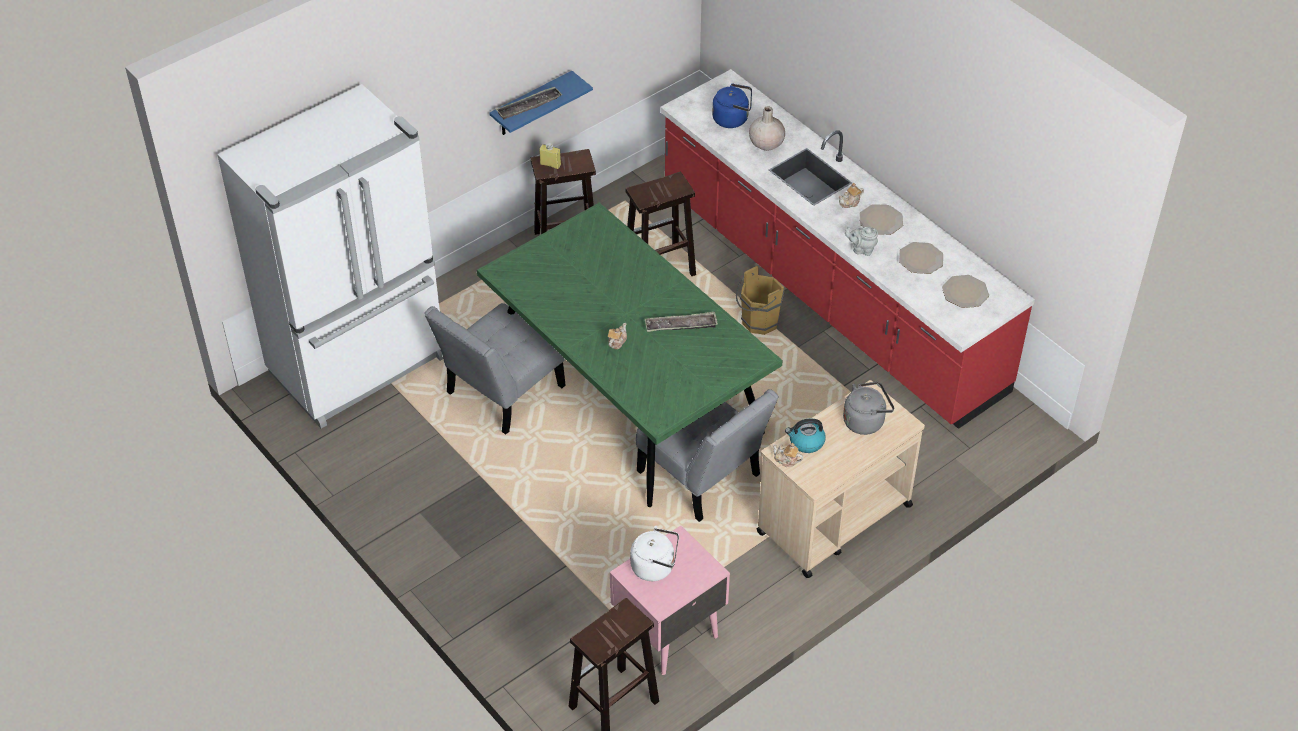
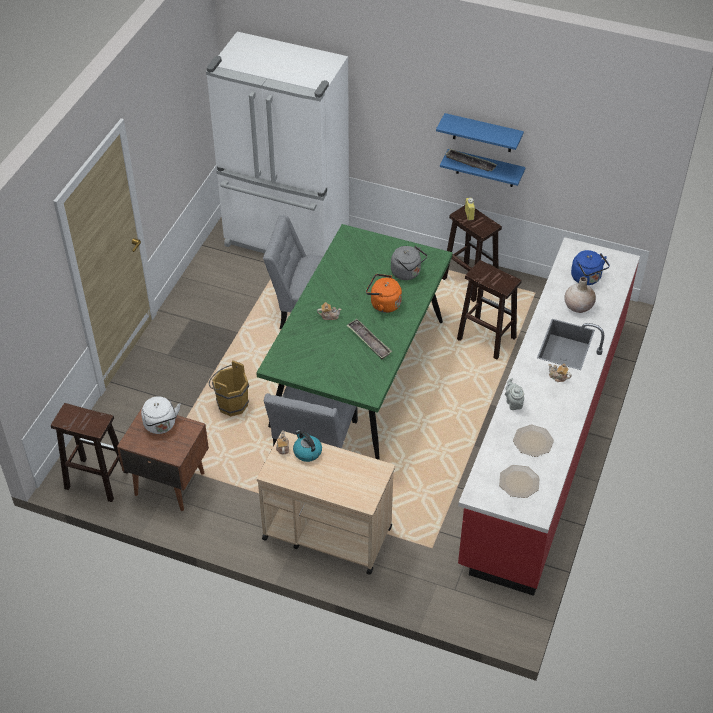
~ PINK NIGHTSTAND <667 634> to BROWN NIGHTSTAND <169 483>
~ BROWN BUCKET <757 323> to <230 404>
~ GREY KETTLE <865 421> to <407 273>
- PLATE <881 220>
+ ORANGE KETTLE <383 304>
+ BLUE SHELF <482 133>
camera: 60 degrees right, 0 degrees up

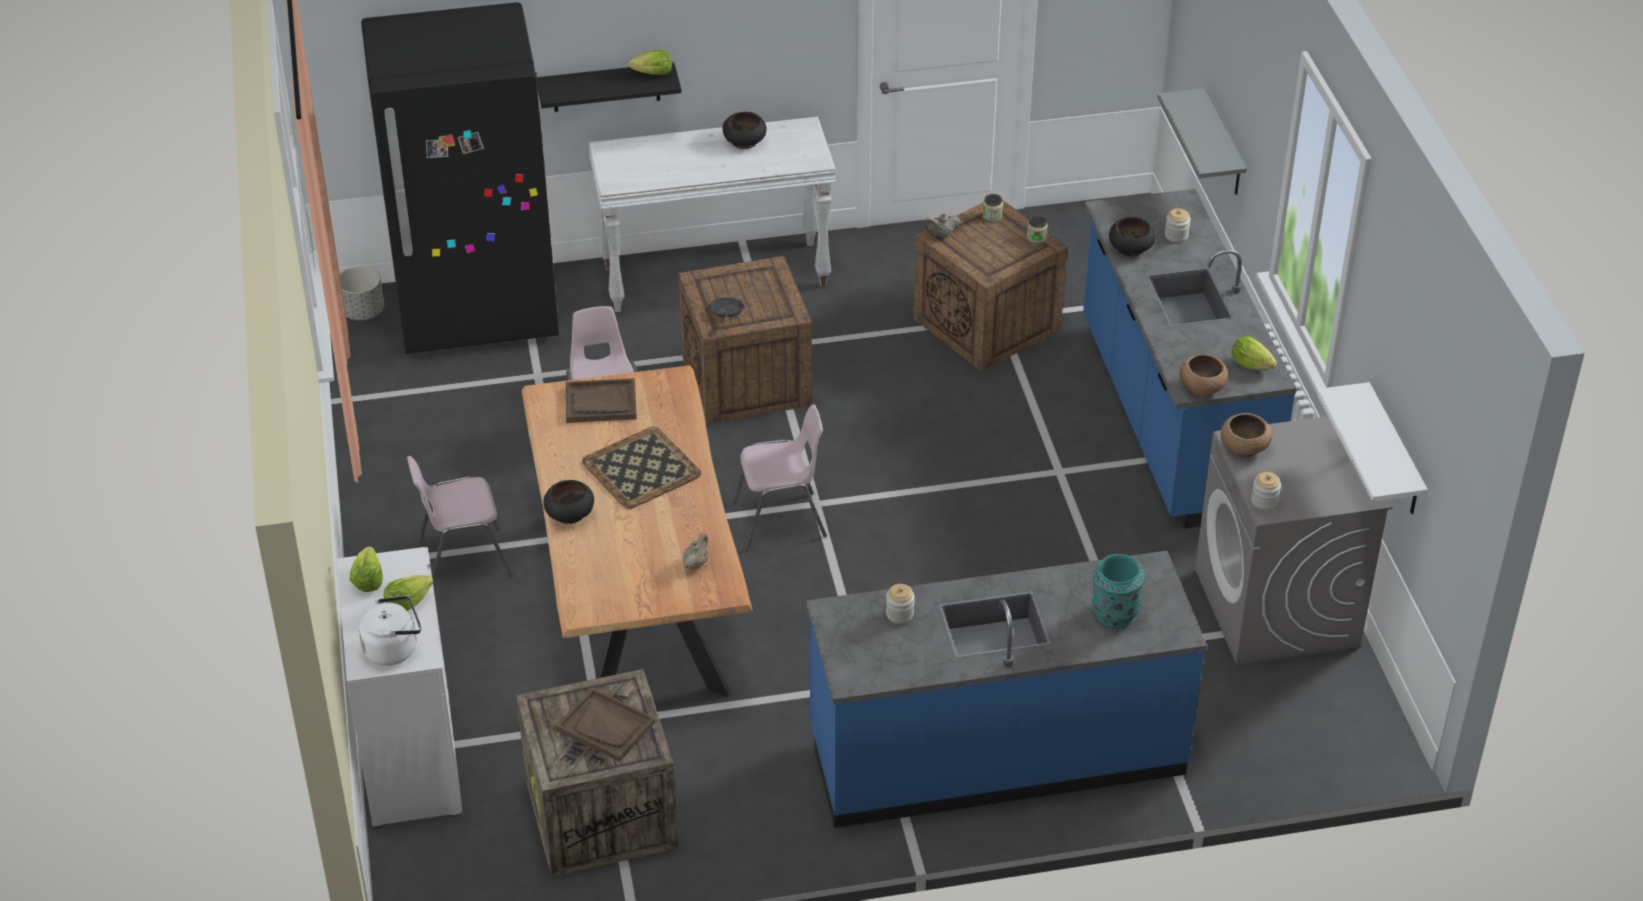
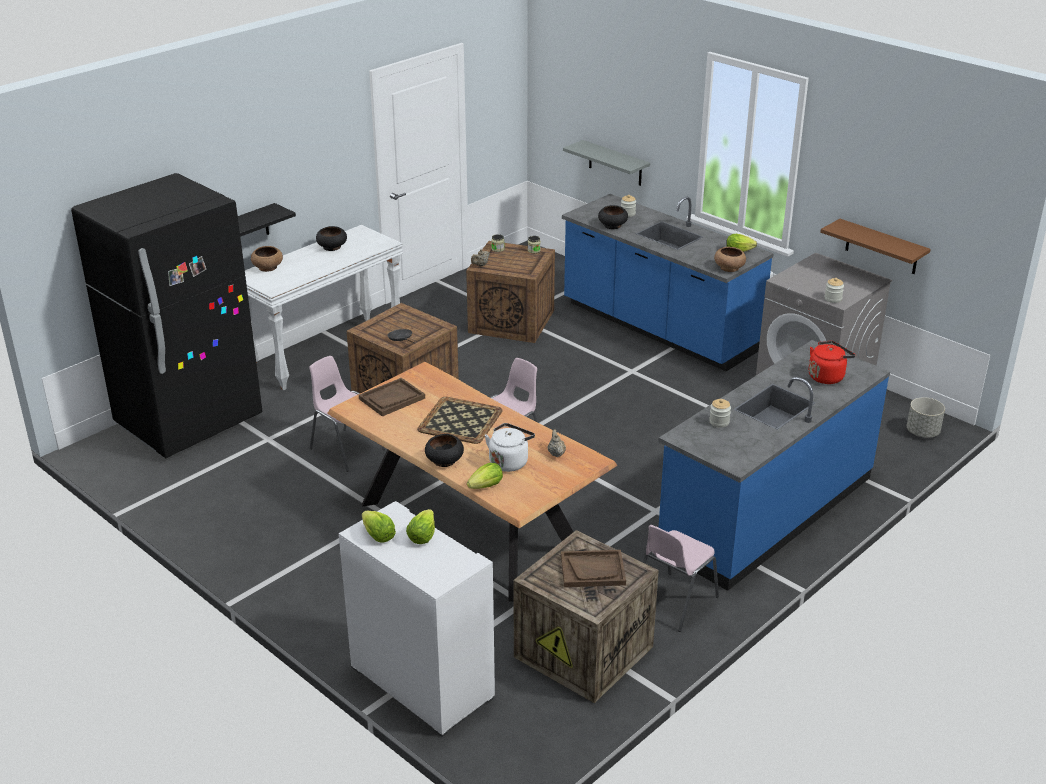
~ GREY PLANTER <363 312> to <923 432>
~ WHITE KETTLE <394 649> to <509 462>
~ PINK CHAIR <463 559> to <674 602>
~ LETTUCE <653 74> to <486 486>
~ TURQUOISE VASE <1114 614> to RED KETTLE <827 376>
~ BROWN BOWL <1244 448> to <268 267>
~ WHITE SHELF <1394 453> to BROWN SHELF <881 247>
camera: 35 degrees left, 10 degrees down

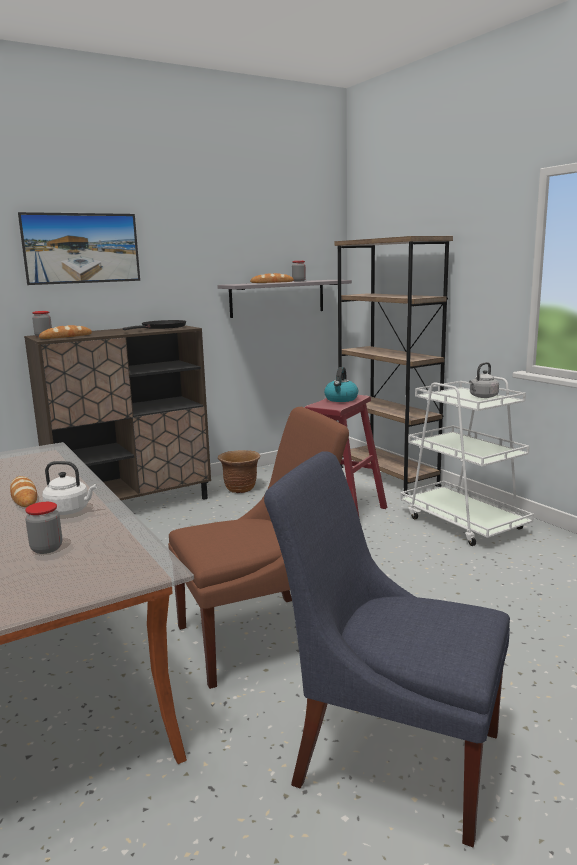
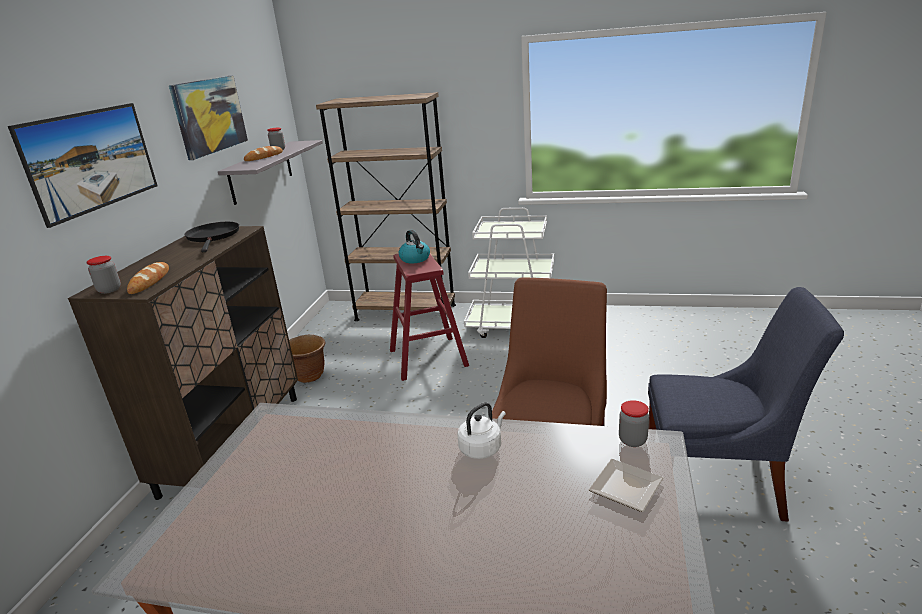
- BREAD <24 496>
~ JAR <46 548> to <632 440>
~ BLUE CHAIR <389 753> = <719 482> 150 degrees counterclockwise
- GREY KETTLE <482 397>
+ PICTURE <209 115>
+ PLATE <627 489>
camera: 45 degrees left, 10 degrees up

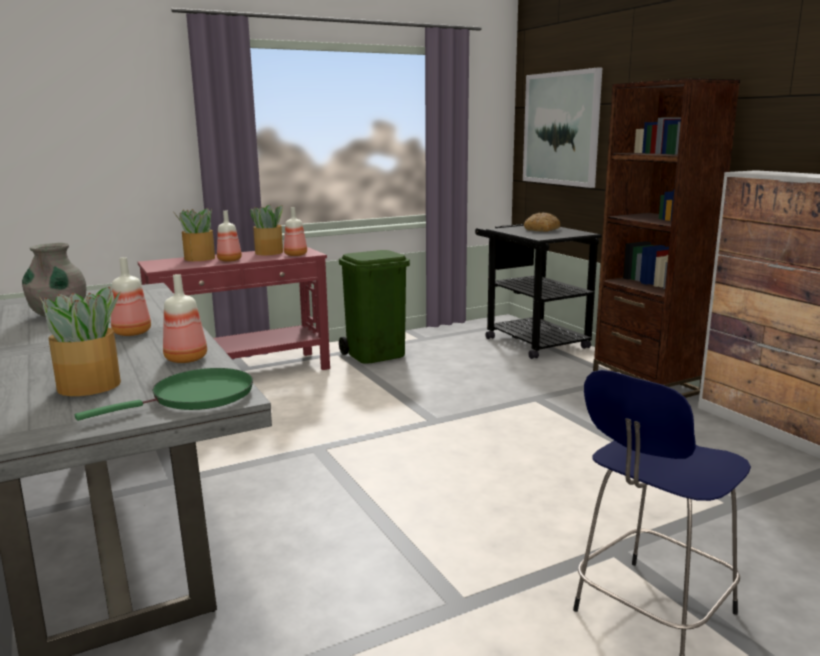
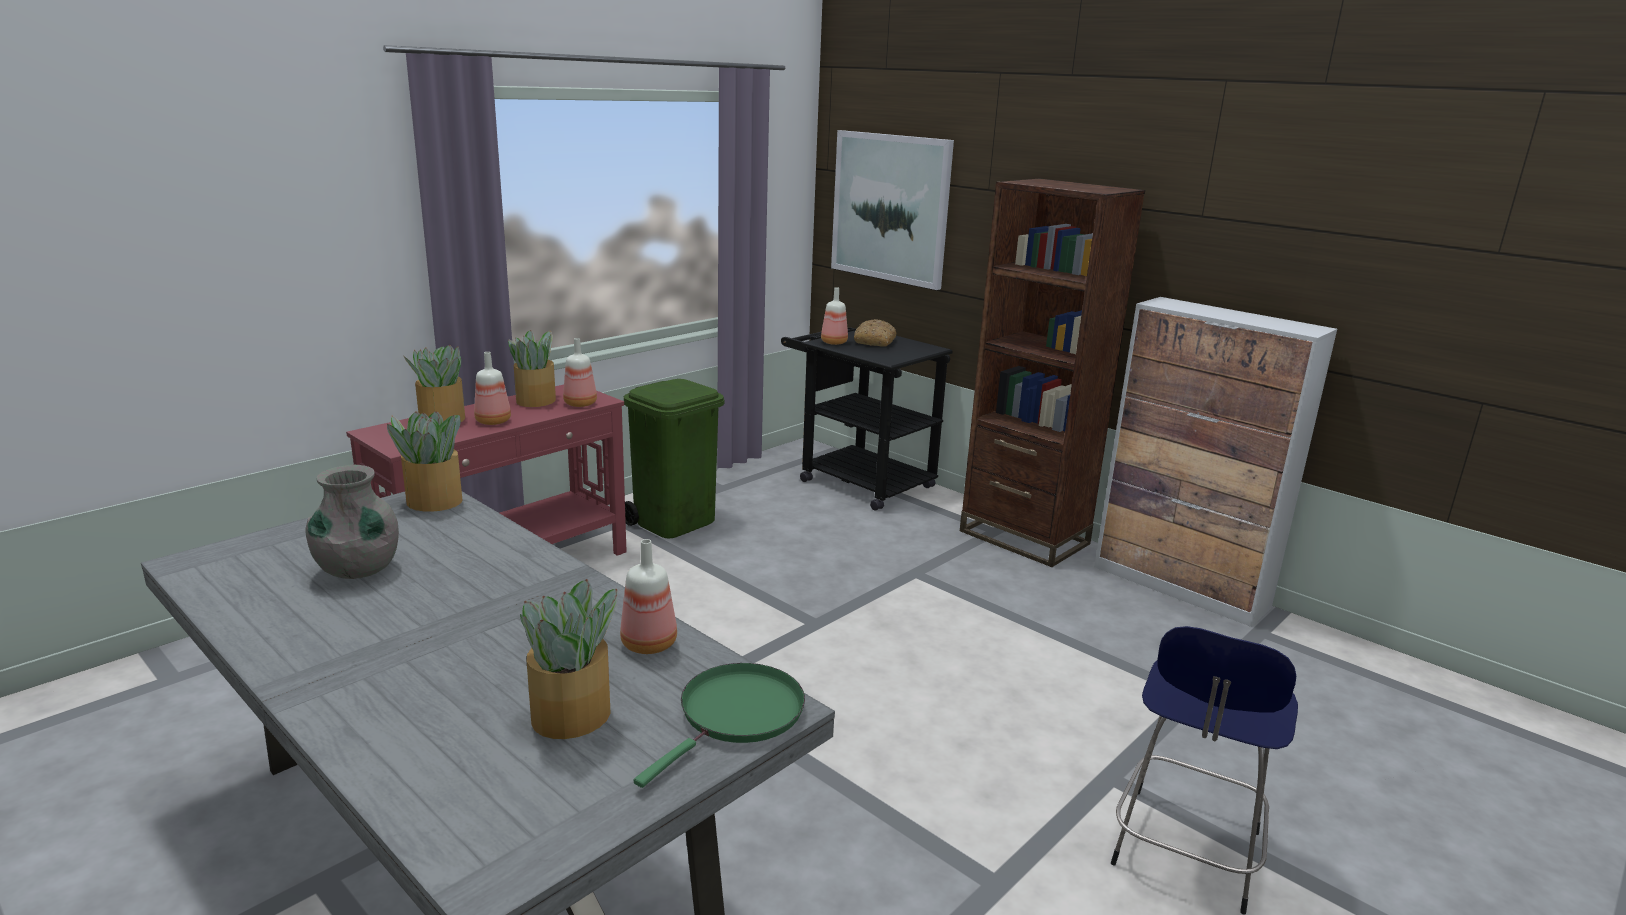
~ BOTTLE <132 333> to <834 343>
+ POTTED PLANT <433 501>
camera: 20 degrees left, 5 degrees up

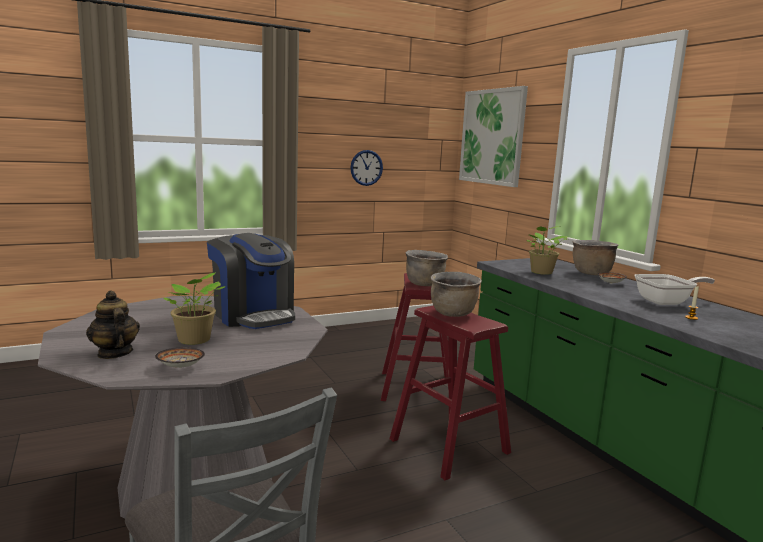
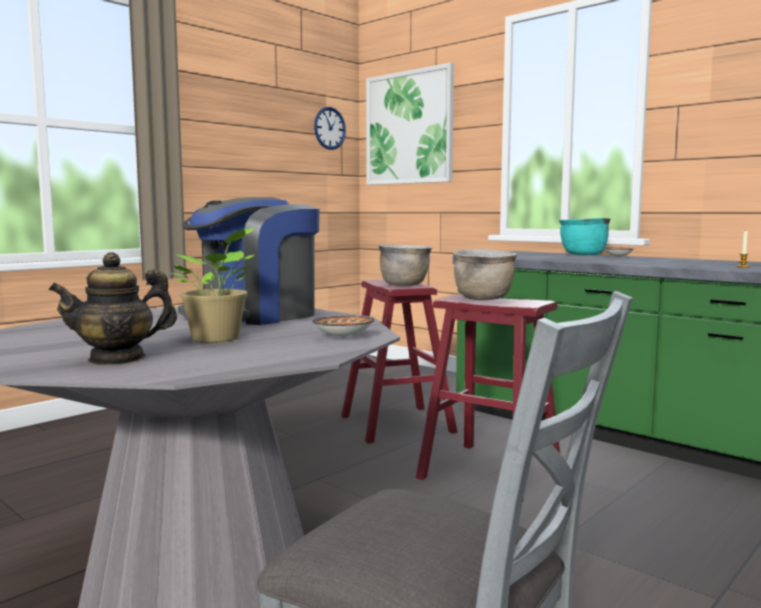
~ TEAPOT <114 353> = <117 359> 60 degrees counterclockwise
~ BOWL <179 366> to <342 337>
~ COFFEE MACHINE <253 315> = <254 316> 105 degrees clockwise
~ WALL CLOCK <366 167> to <329 128>
- POTTED PLANT <541 272>
~ BROWN COOKING POT <591 273> to TURQUOISE COOKING POT <583 255>
- FRYING PAN <667 302>
camera: 20 degrees left, 5 degrees down

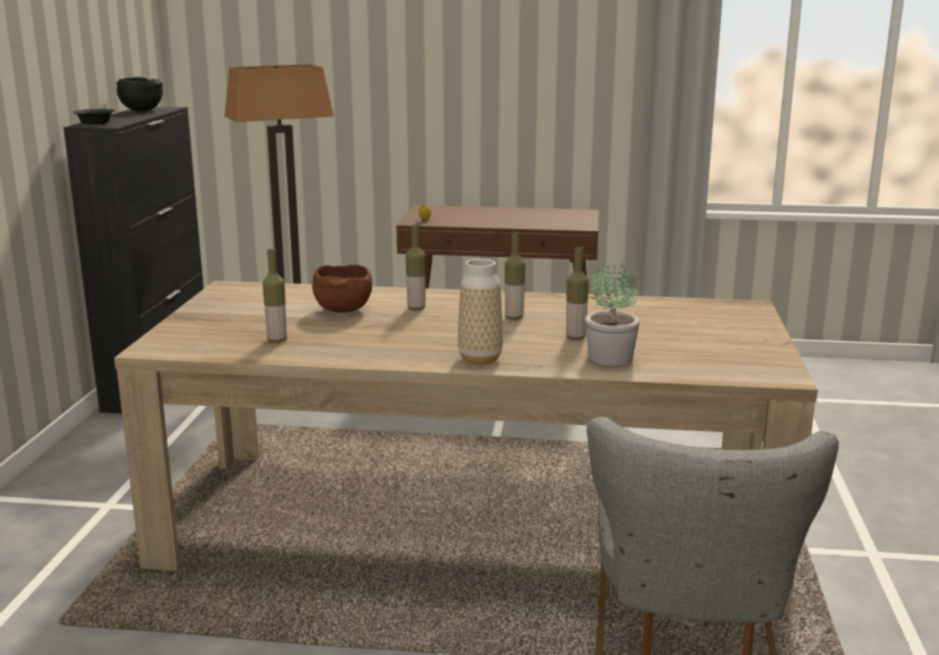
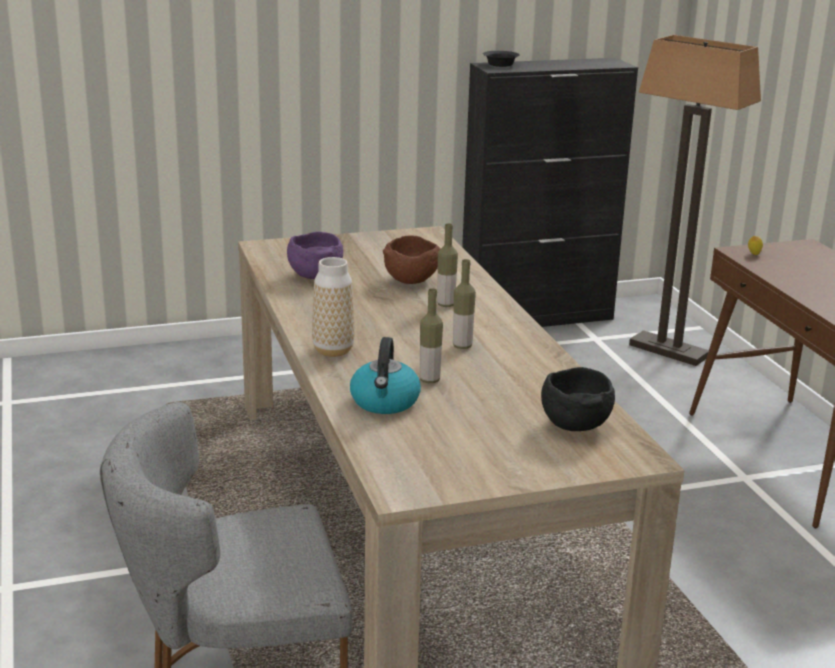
~ BLACK BOWL <140 111> to <574 425>
~ BOTTLE <277 340> to PURPLE BOWL <314 276>
~ POTTED PLANT <610 357> to KETTLE <385 402>
camera: 65 degrees right, 5 degrees up

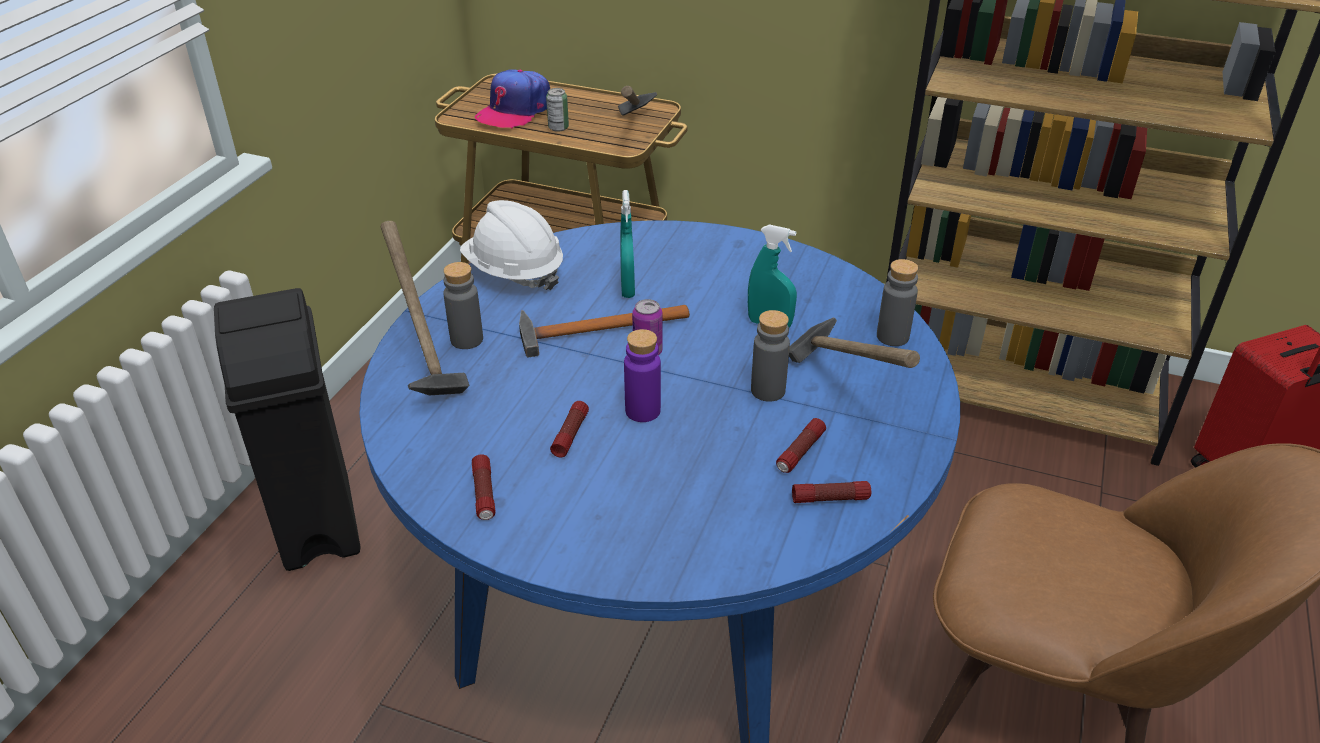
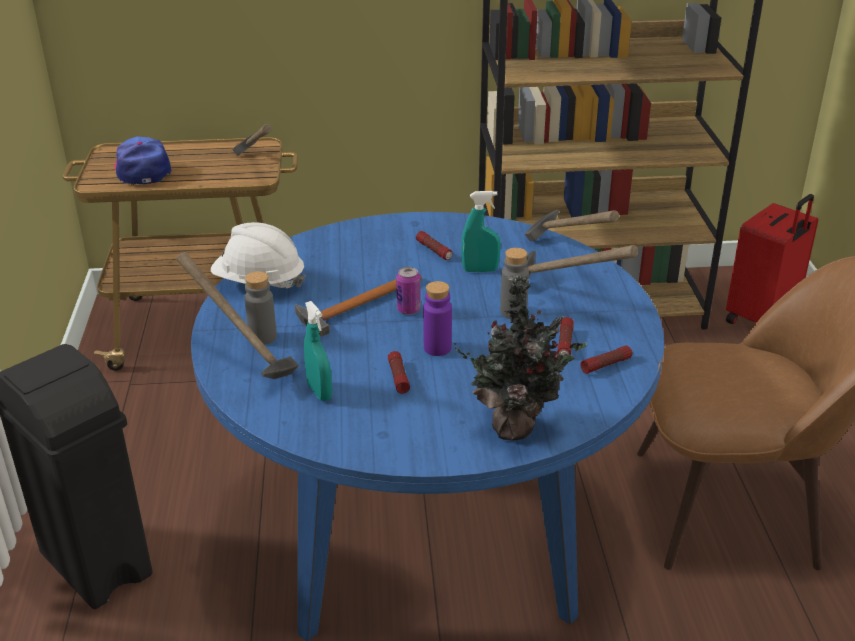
~ FLASHLIGHT <484 494> to <434 251>
~ CAP <515 110> = <142 169> 150 degrees clockwise
- CAN <558 128>
~ TURQUOISE SPRAY BOTTLE <627 288> to <319 392>
~ GREY BOTTLE <892 337> to HAMMER <568 257>
+ POTTED PLANT <516 426>
camera: 25 degrees left, 5 degrees down

